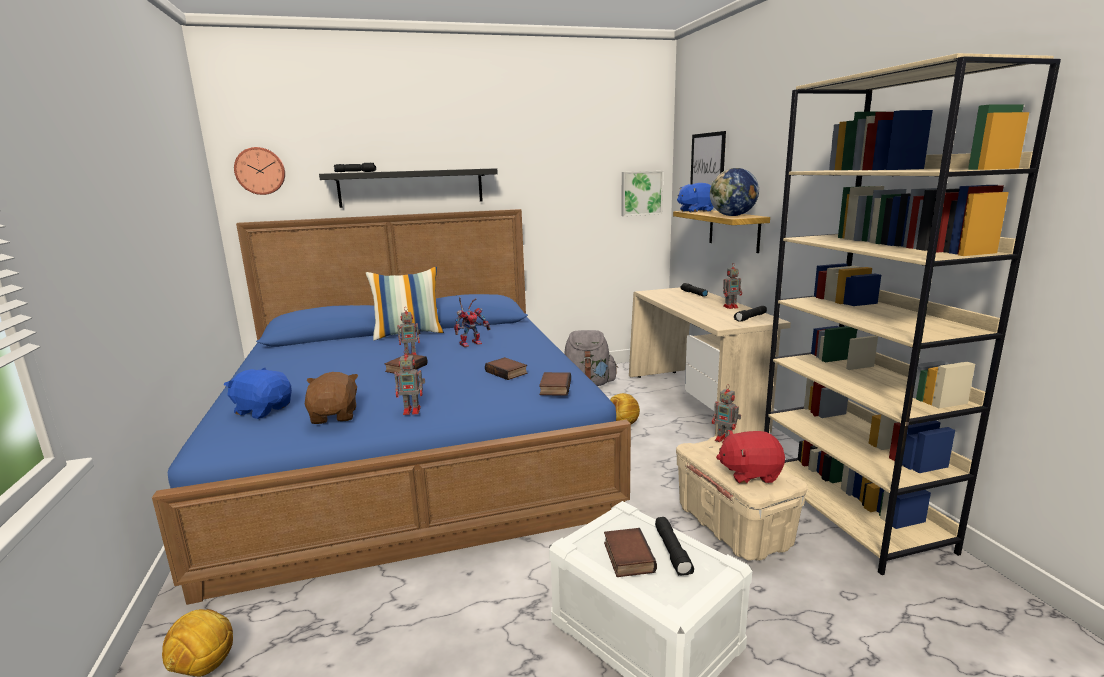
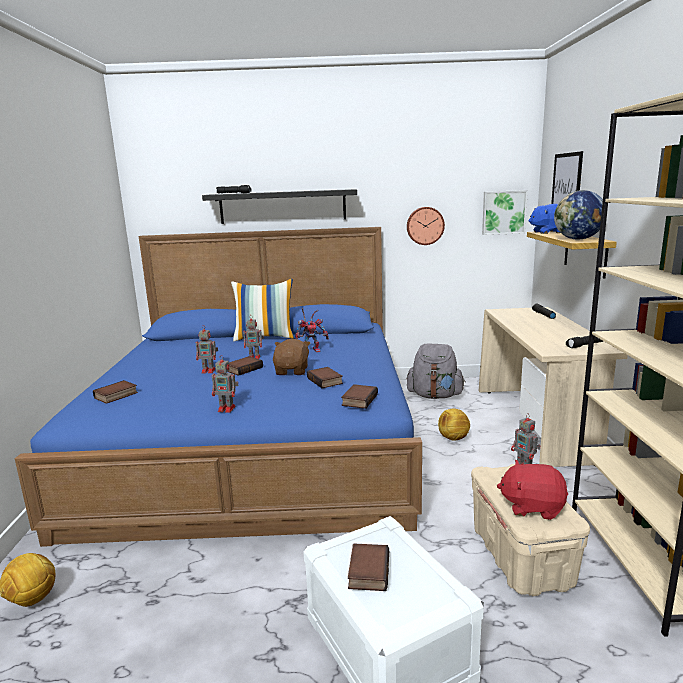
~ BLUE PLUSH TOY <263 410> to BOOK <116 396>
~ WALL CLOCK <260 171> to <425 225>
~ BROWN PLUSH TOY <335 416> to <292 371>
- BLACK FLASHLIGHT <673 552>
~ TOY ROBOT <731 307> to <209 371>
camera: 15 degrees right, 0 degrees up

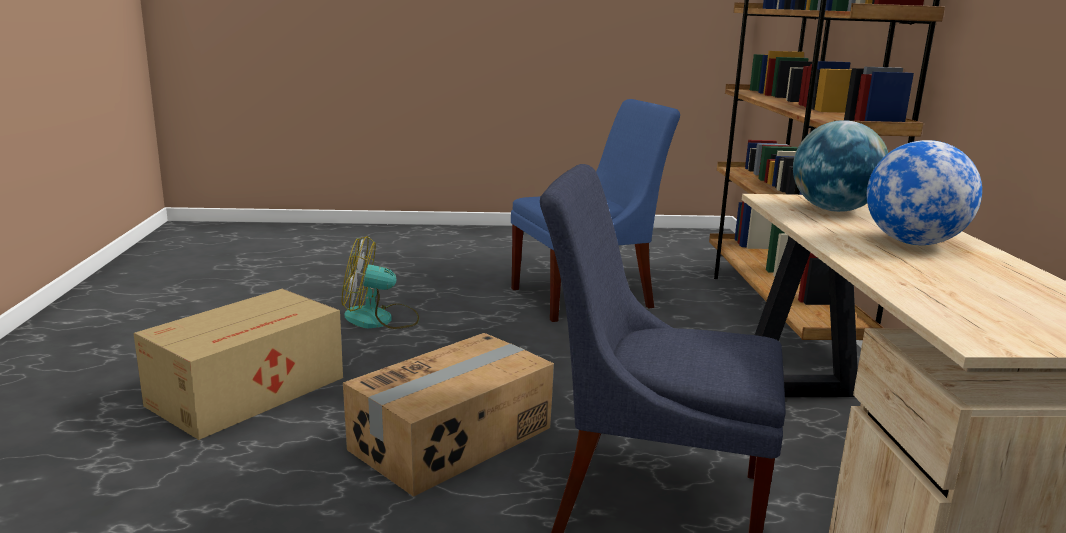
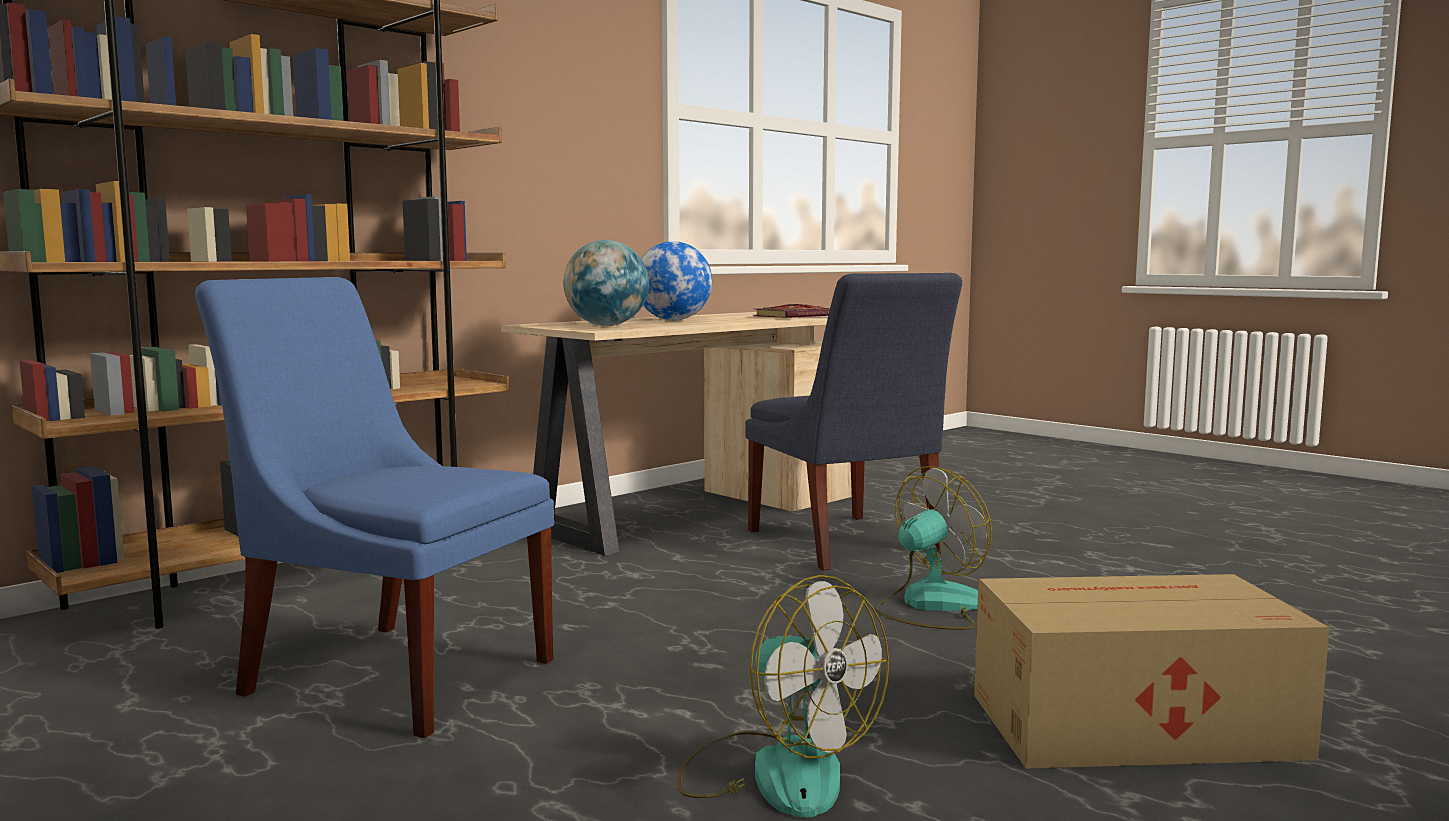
~ CARDBOARD BOX <453 439> to FAN <930 606>
+ BOOK <796 316>
camera: 130 degrees left, 10 degrees down

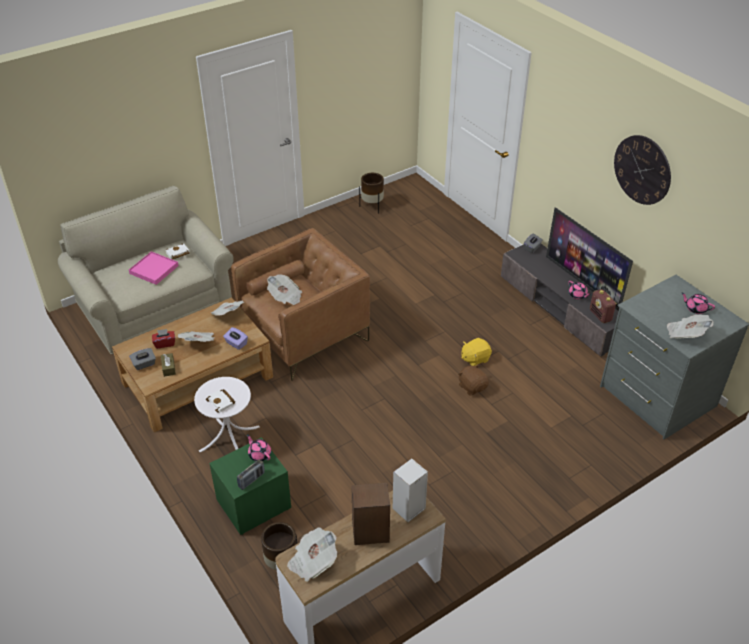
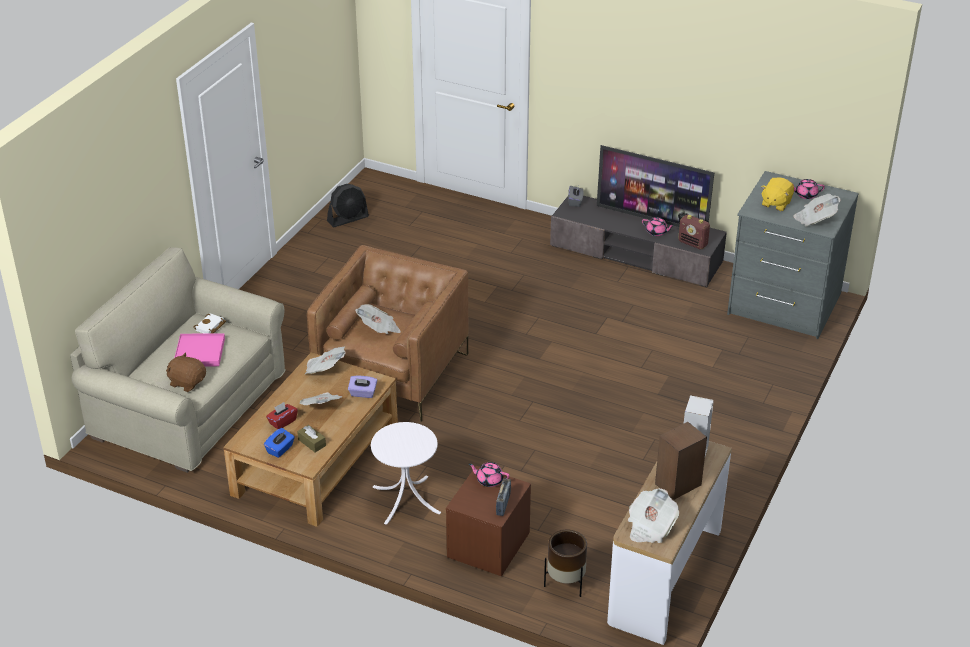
~ GREY TISSUE BOX <144 364> to BLUE TISSUE BOX <280 449>
- WHITE BOOK <222 402>
~ GREEN NIGHTSTAND <253 504> to BROWN NIGHTSTAND <488 546>
~ BROWN PLANTER <372 207> to BLACK FAN <348 219>
~ BROWN PLUSH TOY <472 387> to <187 382>
~ YELLOW PLUSH TOY <475 359> to <775 203>
- WALL CLOCK <642 170>
camera: 30 degrees left, 5 degrees down

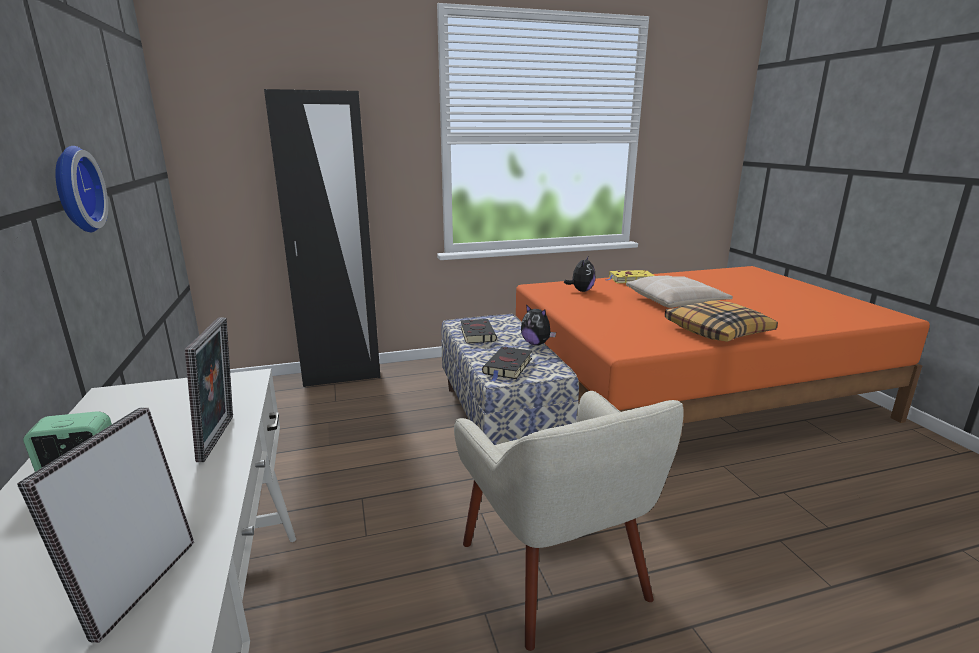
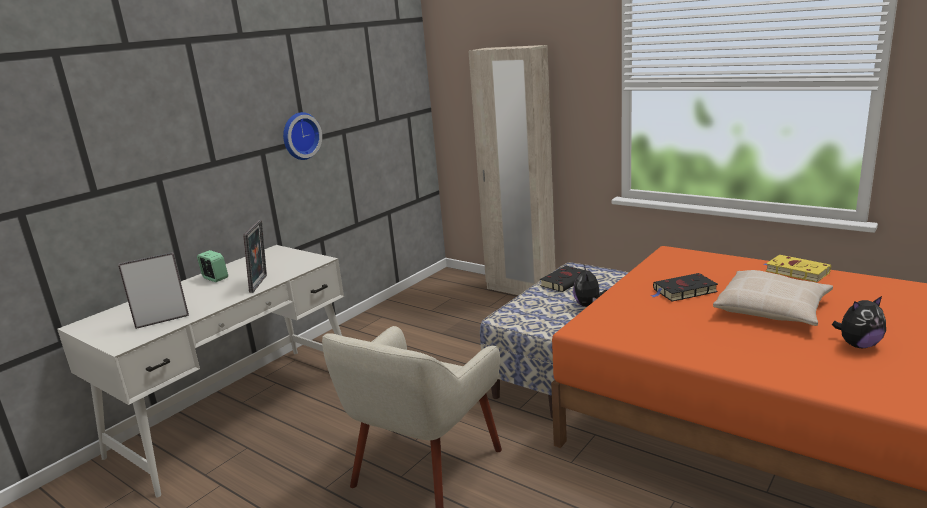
~ PICTURE FRAME <221 437> = <261 283> 45 degrees counterclockwise
~ BLACK WARDROBE <342 376> to BEIGE WARDROBE <520 290>
~ BLACK BOOK <507 367> to <683 291>
~ PLUSH TOY <581 291> to <858 345>
- PILLOW <717 331>
camera: 55 degrees right, 0 degrees up

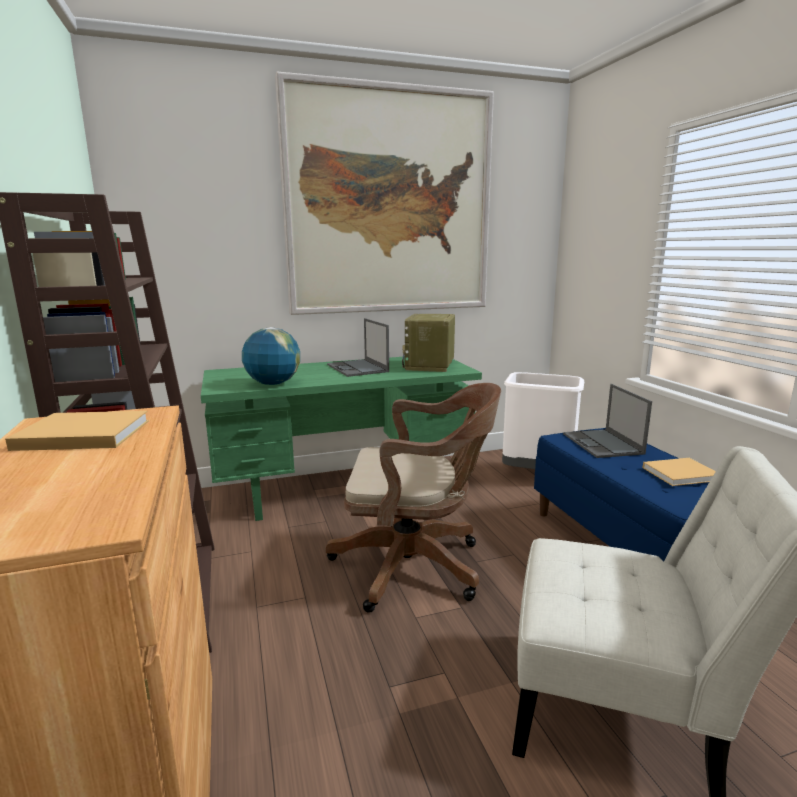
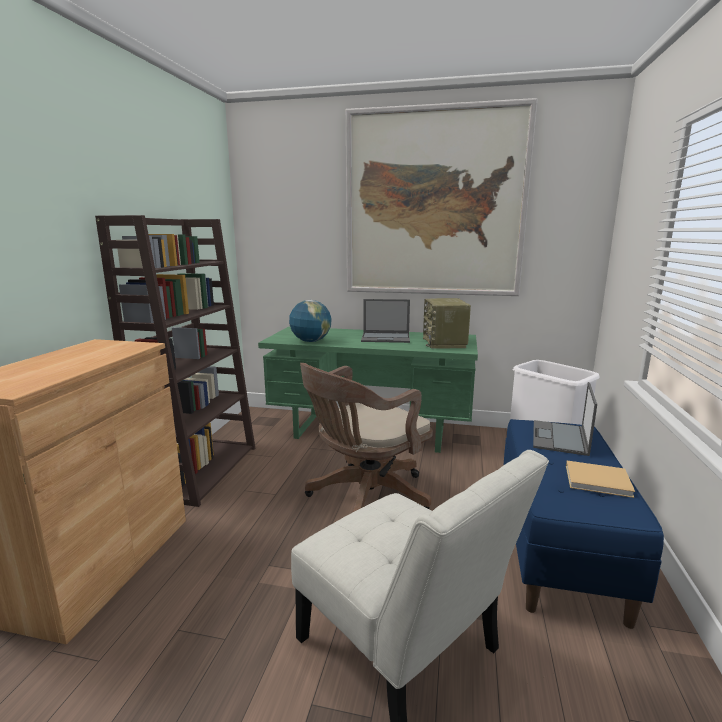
- BEIGE BOOK <80 435>
~ BROWN OFFICE CHAIR <416 566> = <364 498> 105 degrees clockwise
~ LAPTOP <358 368> = <386 338> 90 degrees counterclockwise
~ RADIO <430 366> = <445 343> 45 degrees counterclockwise
camera: 30 degrees right, 0 degrees up

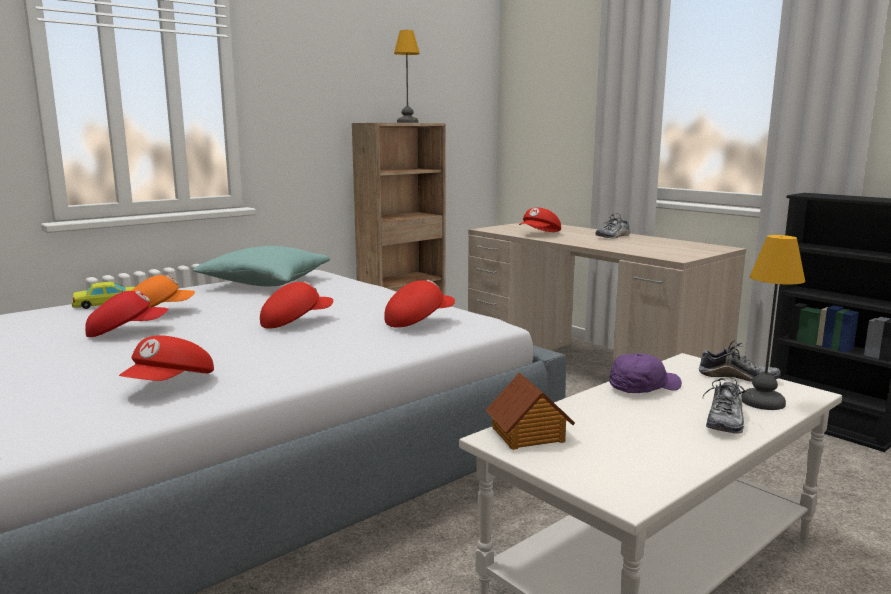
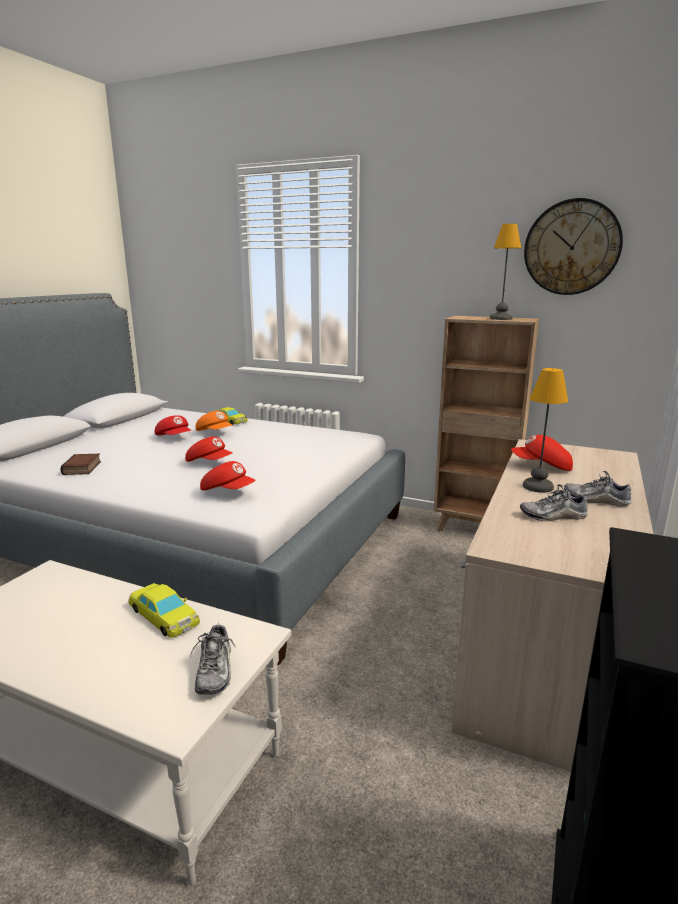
~ RED CAP <171 385> to BOOK <83 468>
- TURQUOISE PILLOW <266 283>
- TOY HOUSE <528 435>
~ PURPLE CAP <643 388> to YELLOW TOY CAR <164 615>
~ SHOE <725 421> to <553 516>
~ TABLE LAMP <762 402> to <536 486>
+ WALL CLOCK <572 247>
camera: 65 degrees right, 5 degrees up

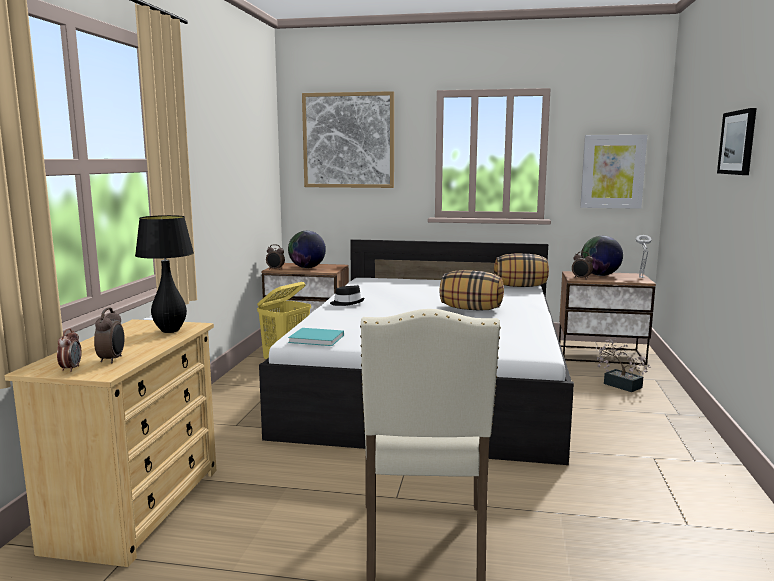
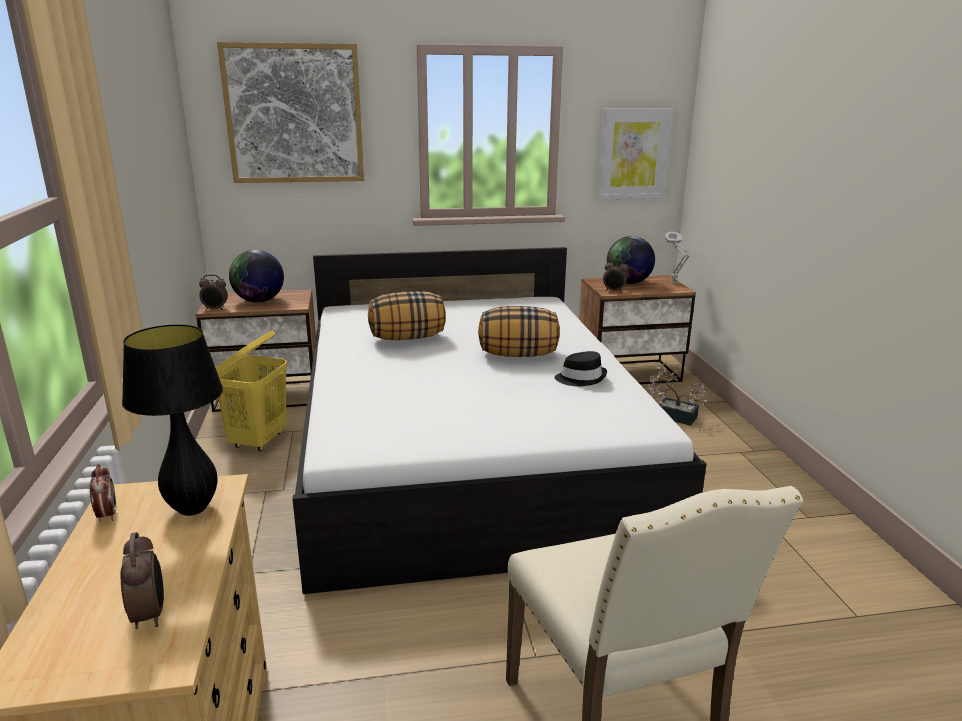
~ ALARM CLOCK <71 369> to <107 515>
- TURQUOISE BOOK <318 339>
~ BLACK HAT <347 303> to <581 378>
~ PILLOW <520 286> to <407 338>
- PICTURE <738 142>
camera: 20 degrees left, 10 degrees up

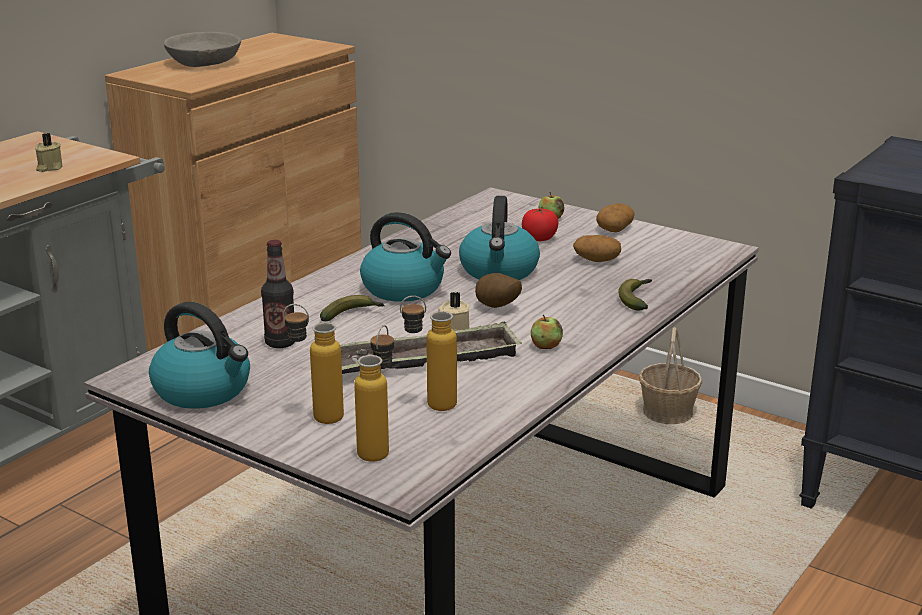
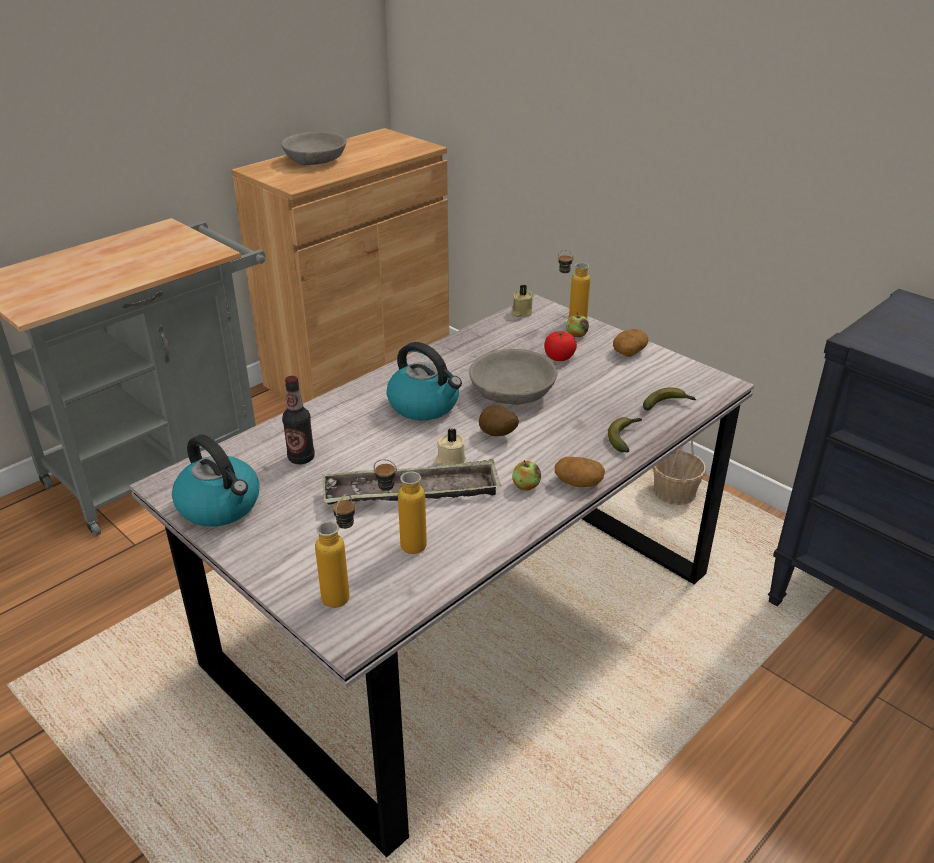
~ BEIGE CANDLE <49 168> to <521 312>
~ BOTTLE <316 416> to <570 320>
~ BANANA <352 315> to <667 404>
~ KETTLE <499 271> to GREY BOWL <512 392>
~ POTATO <596 260> to <578 482>
camera: 10 degrees right, 10 degrees up

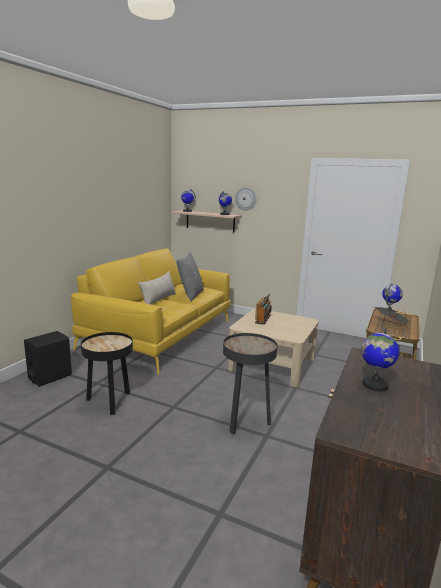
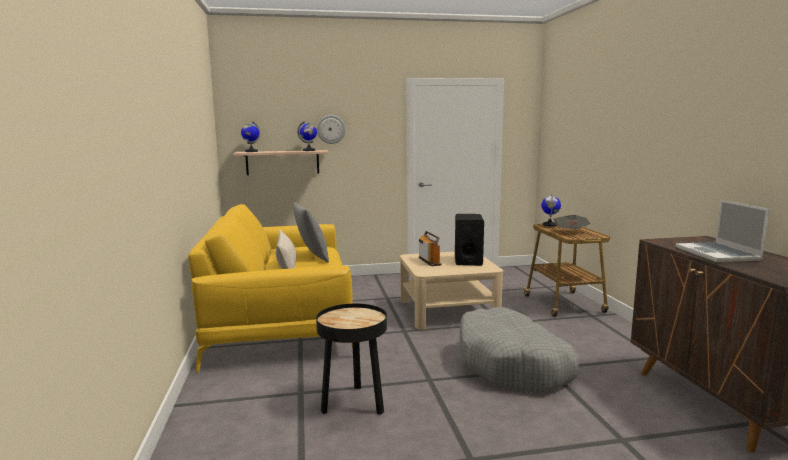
~ BLACK SPEAKER <50 376> to <468 260>
~ BLACK SIDE TABLE <245 422> to GREY DOG BED <513 365>
~ GLOBE <374 385> to LAPTOP <718 254>
camera: 35 degrees left, 5 degrees down

